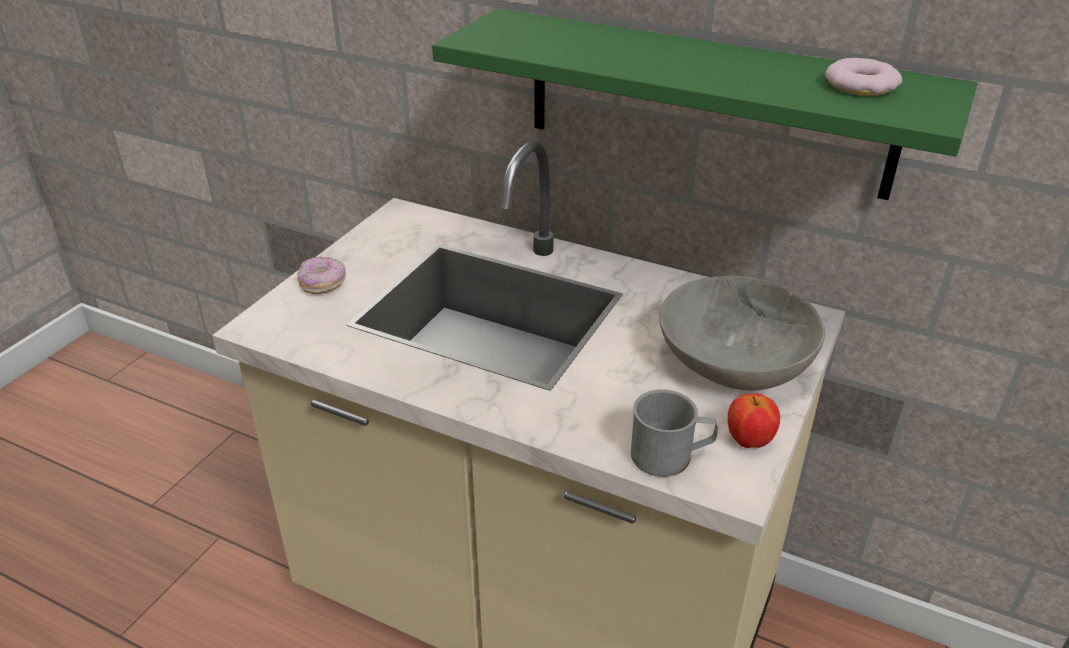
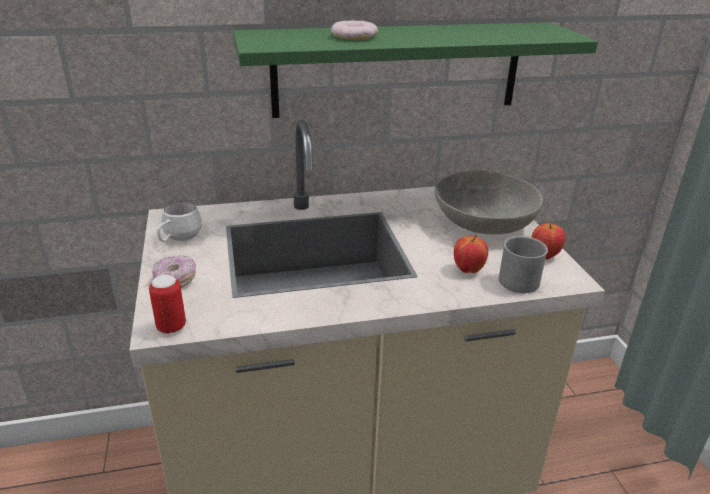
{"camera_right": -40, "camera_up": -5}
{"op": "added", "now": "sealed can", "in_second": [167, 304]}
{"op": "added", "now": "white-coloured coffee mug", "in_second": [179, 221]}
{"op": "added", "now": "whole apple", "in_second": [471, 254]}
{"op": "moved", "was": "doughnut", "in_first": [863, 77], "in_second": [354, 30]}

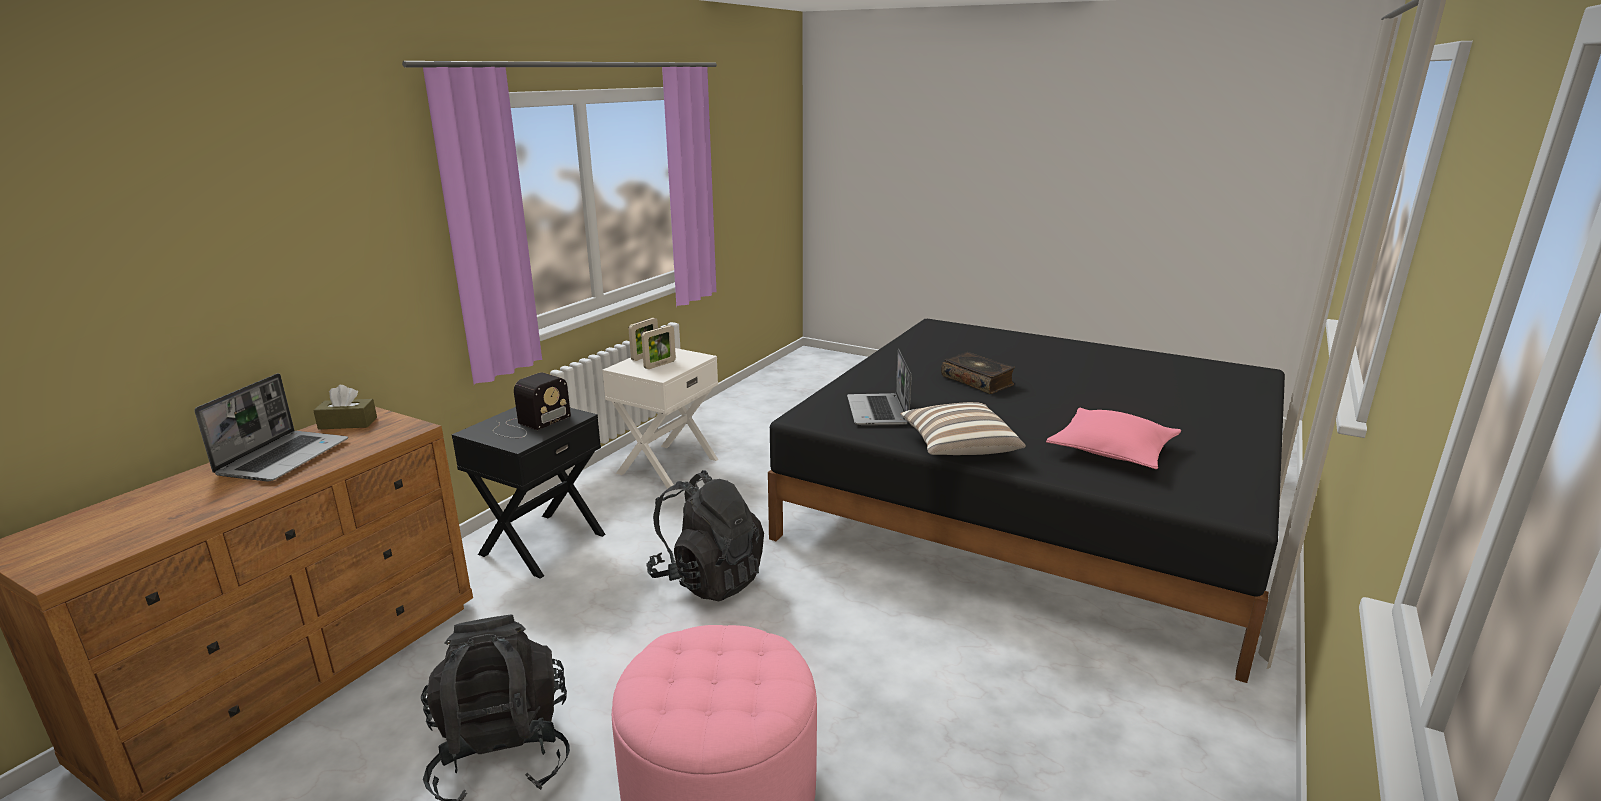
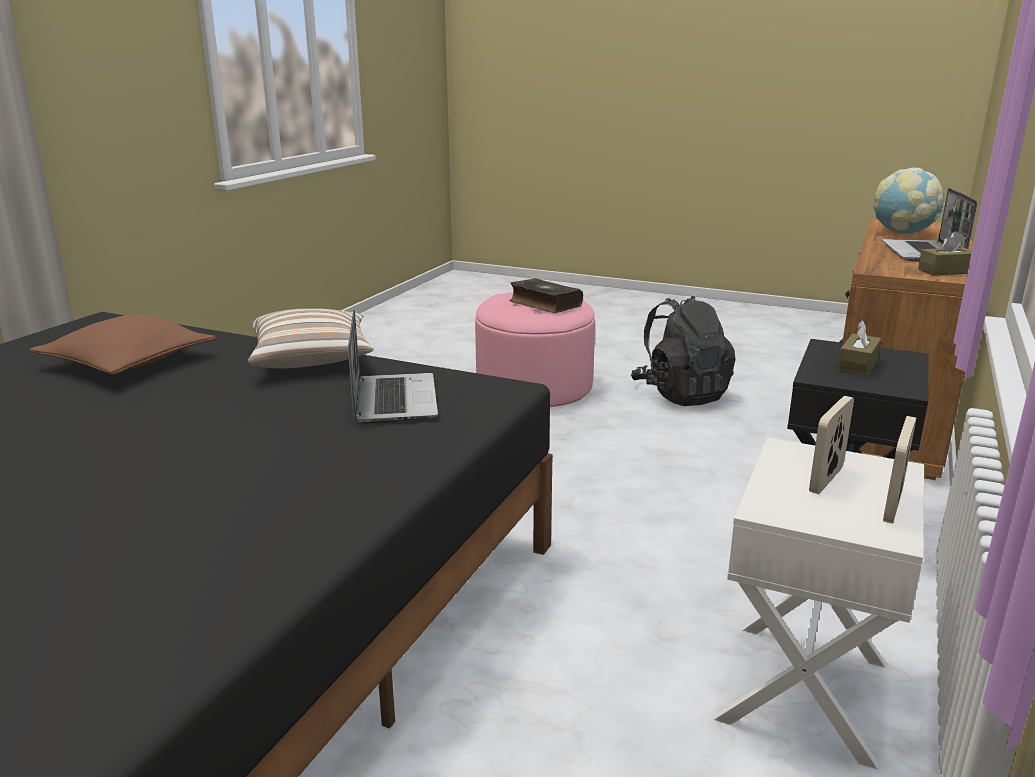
{"camera_right": 175, "camera_up": 0}
{"op": "removed", "was": "black knapsack", "in_first": [705, 535]}
{"op": "added", "now": "world globe", "in_second": [909, 201]}
{"op": "moved", "was": "bound book", "in_first": [978, 373], "in_second": [546, 295]}
{"op": "replaced", "was": "radio", "now": "brown-coloured tissue box", "in_first": [532, 405], "in_second": [859, 348]}
{"op": "recoloured", "was": "pink throw pillow", "now": "brown-coloured throw pillow", "in_first": [1113, 438], "in_second": [123, 344]}

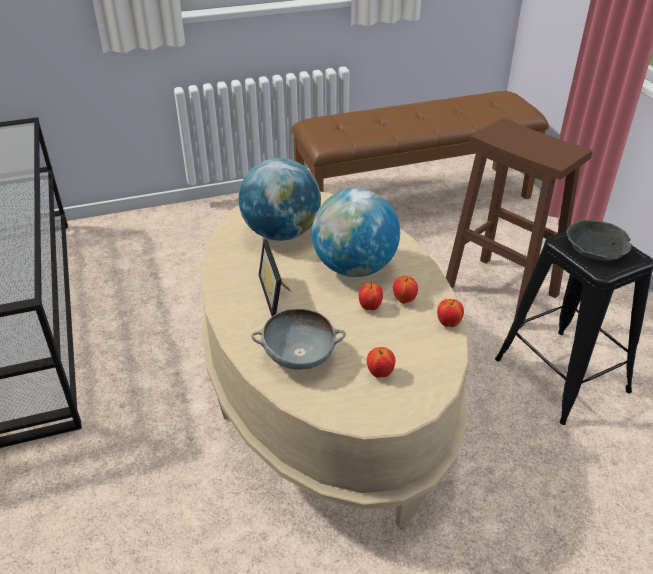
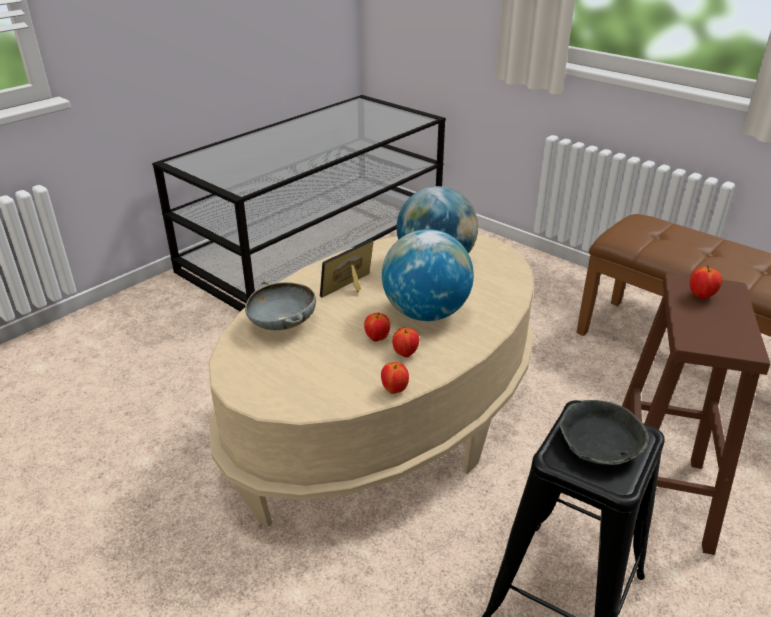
{"camera_right": 60, "camera_up": -5}
{"op": "moved", "was": "whole apple", "in_first": [381, 362], "in_second": [706, 282]}

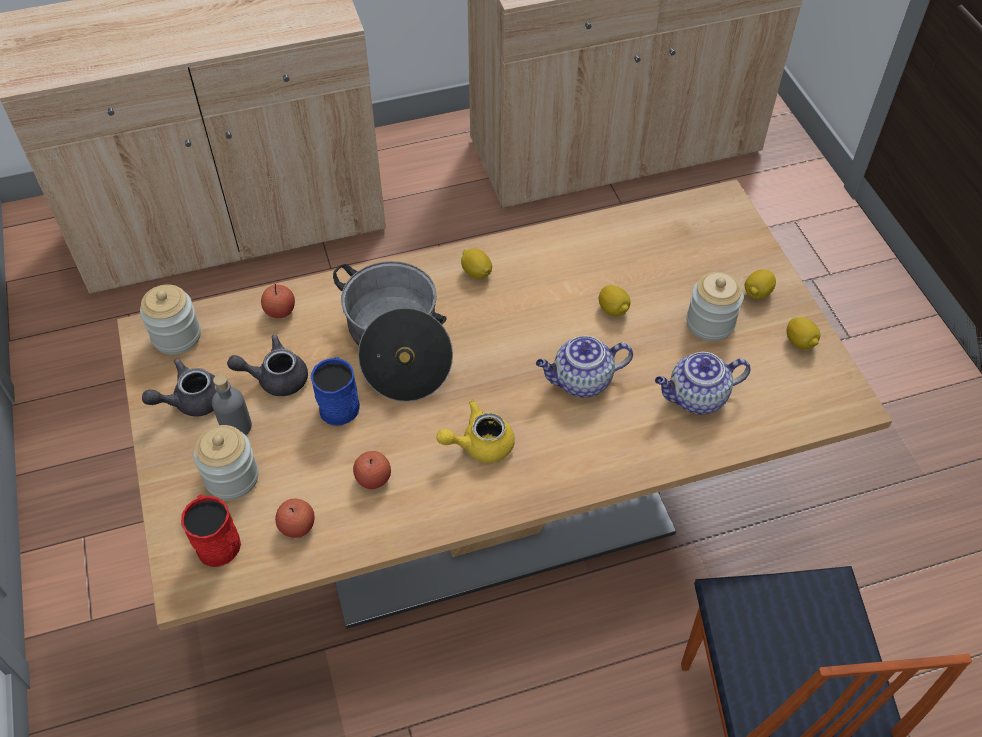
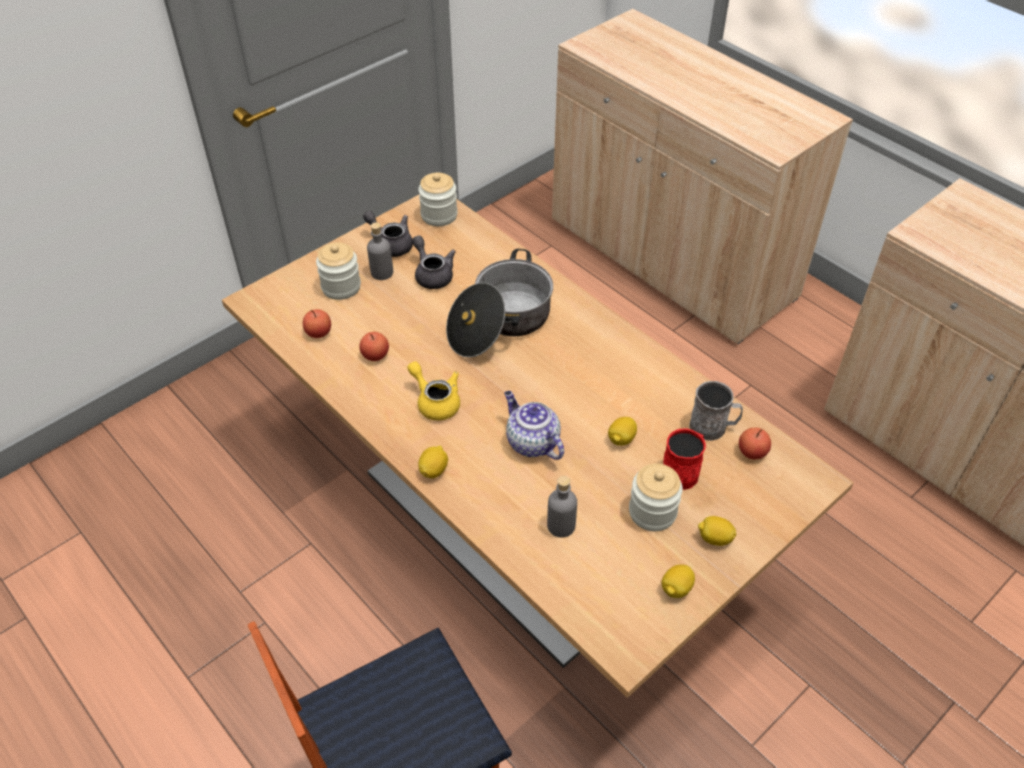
{"camera_right": 65, "camera_up": -5}
{"op": "removed", "was": "bluish coffee mug", "in_first": [335, 391]}
{"op": "added", "now": "greyish coffee mug", "in_second": [716, 411]}
{"op": "moved", "was": "reddish coffee mug", "in_first": [211, 530], "in_second": [684, 459]}
{"op": "moved", "was": "whole apple", "in_first": [278, 301], "in_second": [755, 443]}
{"op": "moved", "was": "whole lemon", "in_first": [476, 263], "in_second": [433, 462]}
{"op": "replaced", "was": "tea pot", "now": "greyish beverage bottle", "in_first": [703, 383], "in_second": [562, 507]}

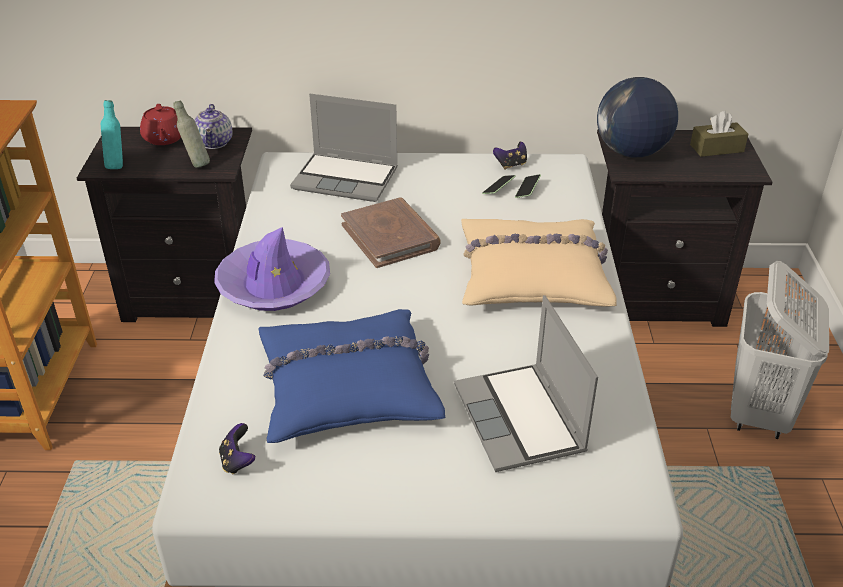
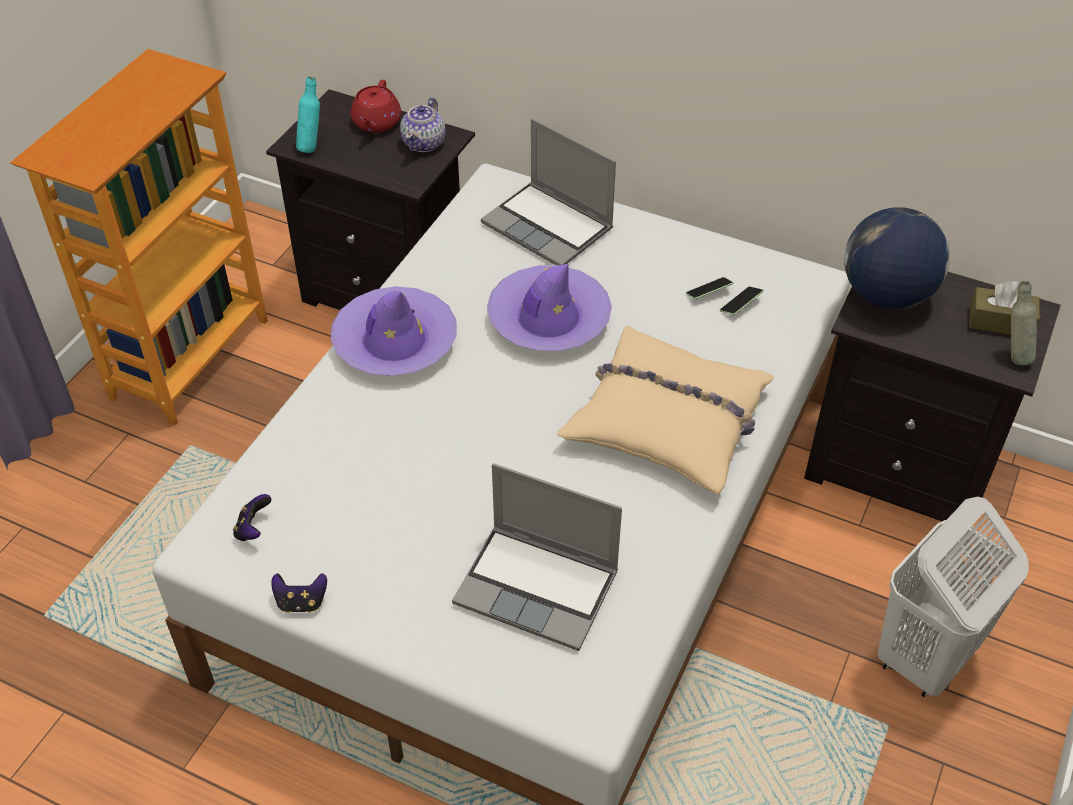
{"camera_right": 25, "camera_up": 10}
{"op": "removed", "was": "bluish throw pillow", "in_first": [352, 376]}
{"op": "moved", "was": "greyish beverage bottle", "in_first": [191, 134], "in_second": [1024, 323]}
{"op": "moved", "was": "gamepad", "in_first": [510, 156], "in_second": [299, 593]}
{"op": "replaced", "was": "brown-coloured bound book", "now": "purple wearable hat", "in_first": [391, 232], "in_second": [549, 307]}
{"op": "turned", "was": "portable computer", "in_first": [526, 383], "in_second": [537, 557], "clockwise": -75}

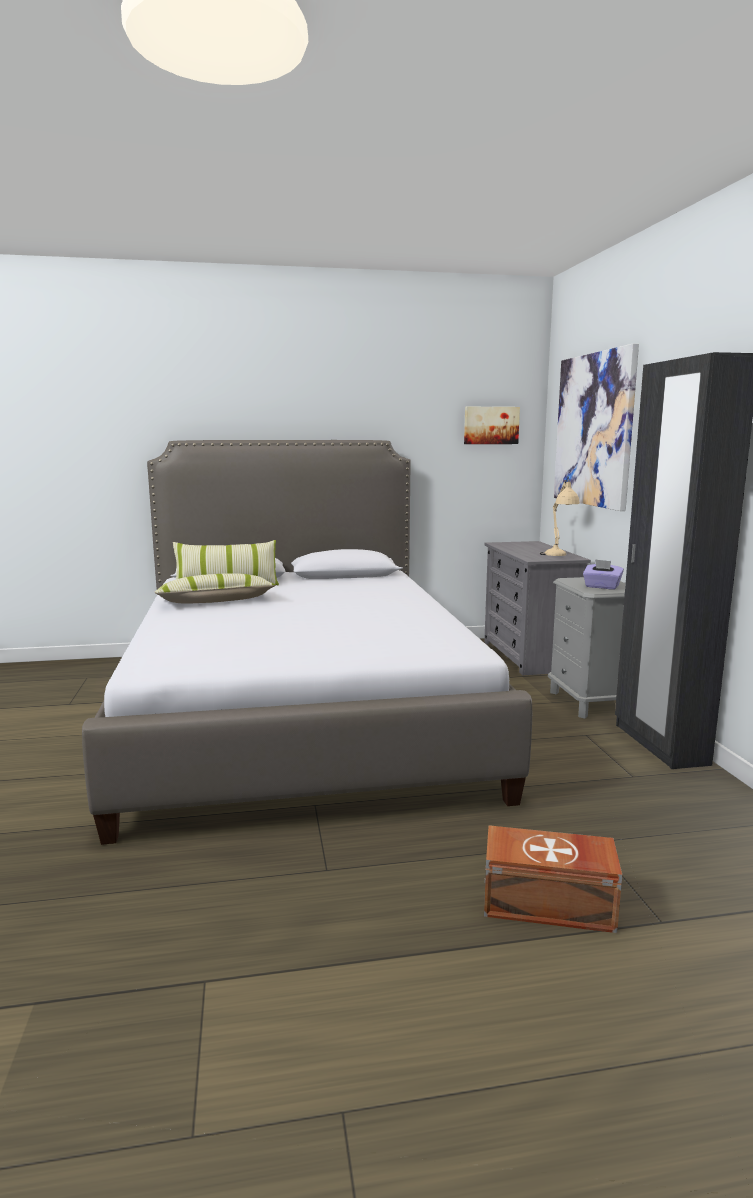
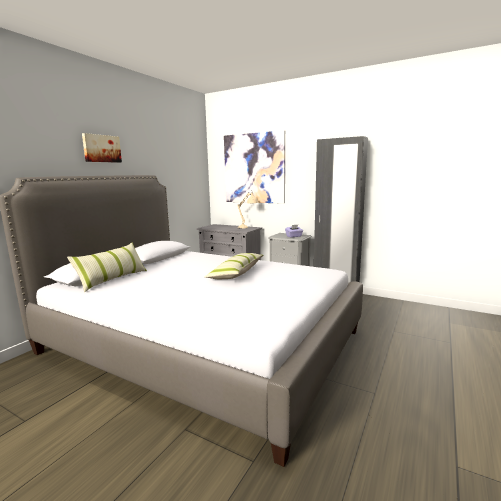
{"camera_right": -50, "camera_up": 0}
{"op": "removed", "was": "brown-coloured storage bin", "in_first": [553, 879]}
{"op": "moved", "was": "throw pillow", "in_first": [215, 588], "in_second": [234, 266]}
{"op": "moved", "was": "wall picture", "in_first": [492, 425], "in_second": [102, 148]}

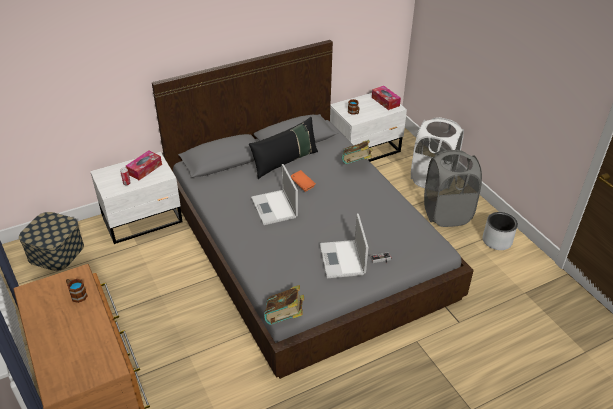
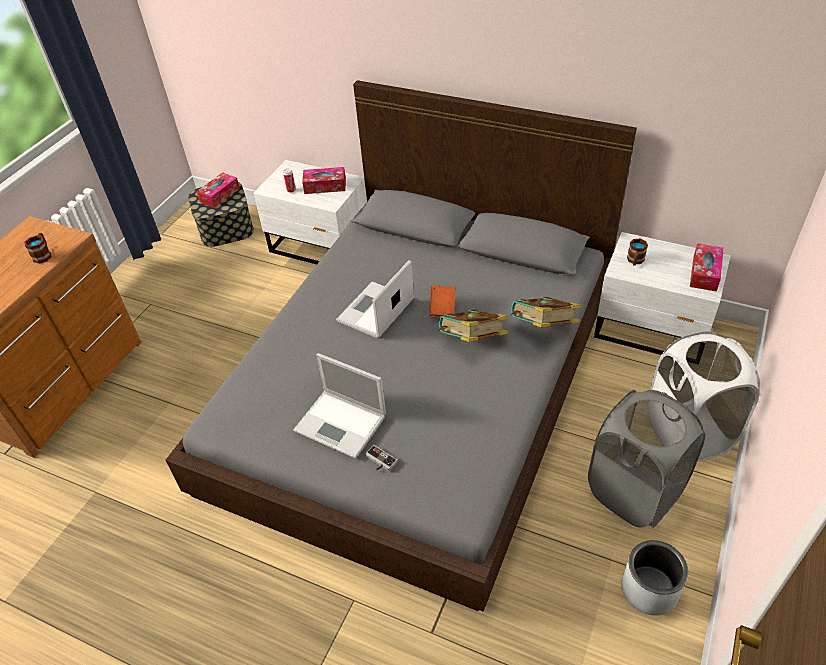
{"camera_right": 55, "camera_up": 5}
{"op": "removed", "was": "black throw pillow", "in_first": [283, 148]}
{"op": "added", "now": "tissue box", "in_second": [218, 190]}
{"op": "moved", "was": "bound book", "in_first": [284, 305], "in_second": [474, 325]}
{"op": "turned", "was": "portable computer", "in_first": [344, 246], "in_second": [339, 406], "clockwise": -105}

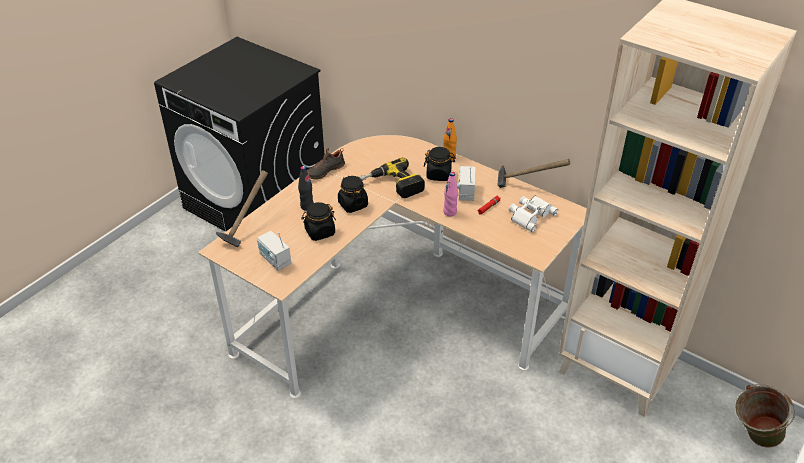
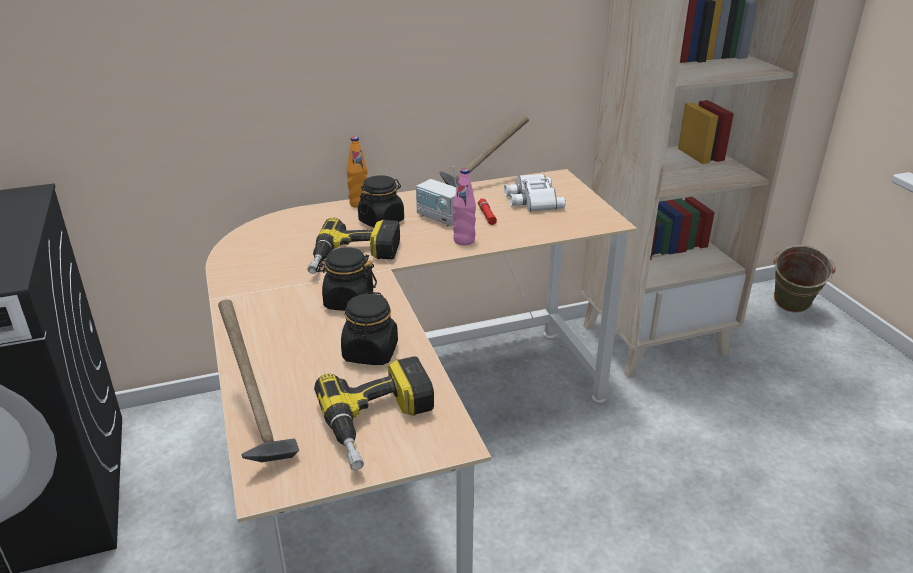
{"camera_right": -55, "camera_up": -10}
{"op": "removed", "was": "black beverage bottle", "in_first": [306, 188]}
{"op": "removed", "was": "black low shoe", "in_first": [326, 164]}
{"op": "replaced", "was": "radio", "now": "electric drill", "in_first": [274, 251], "in_second": [374, 413]}

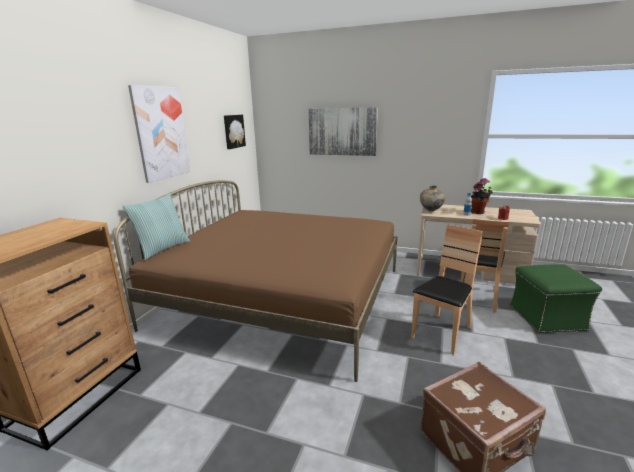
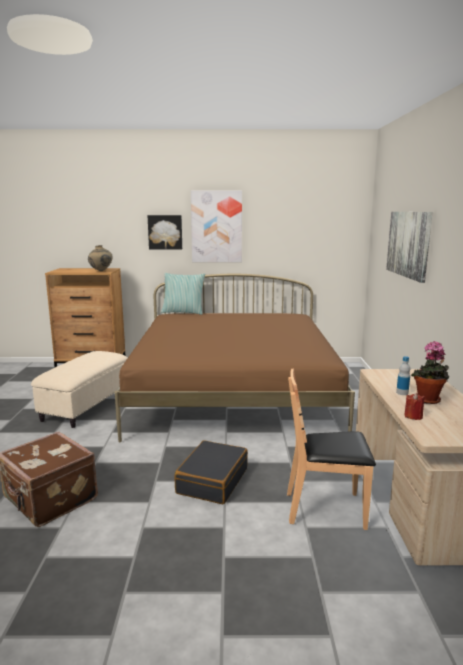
{"camera_right": 70, "camera_up": -5}
{"op": "removed", "was": "green ottoman", "in_first": [556, 298]}
{"op": "added", "now": "beige ottoman", "in_second": [79, 389]}
{"op": "moved", "was": "wall picture", "in_first": [235, 132], "in_second": [165, 232]}
{"op": "moved", "was": "beige vase", "in_first": [432, 198], "in_second": [100, 258]}
{"op": "replaced", "was": "brown-coloured plain chair", "now": "black travel case", "in_first": [446, 290], "in_second": [211, 472]}

